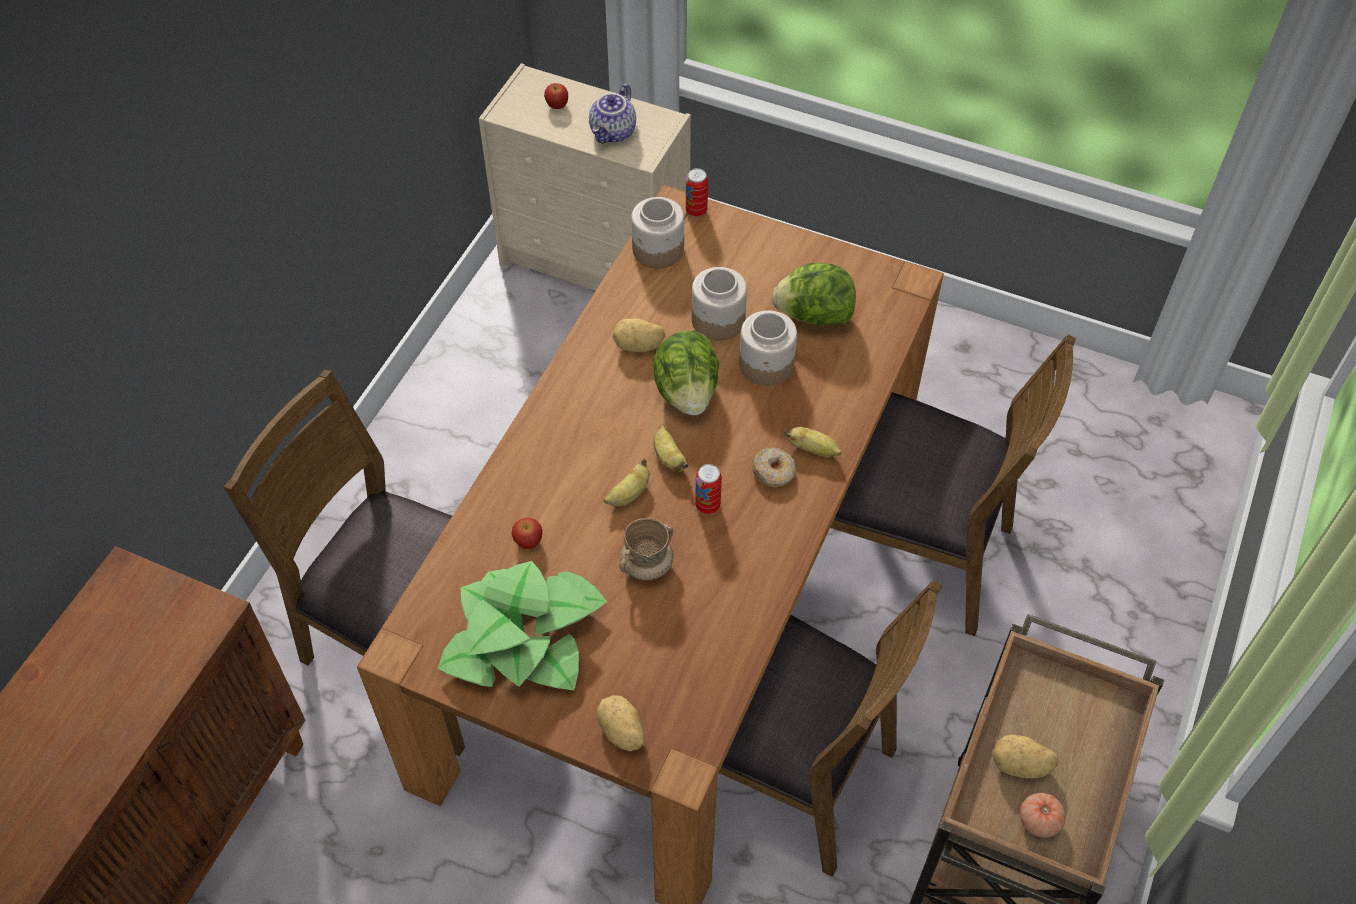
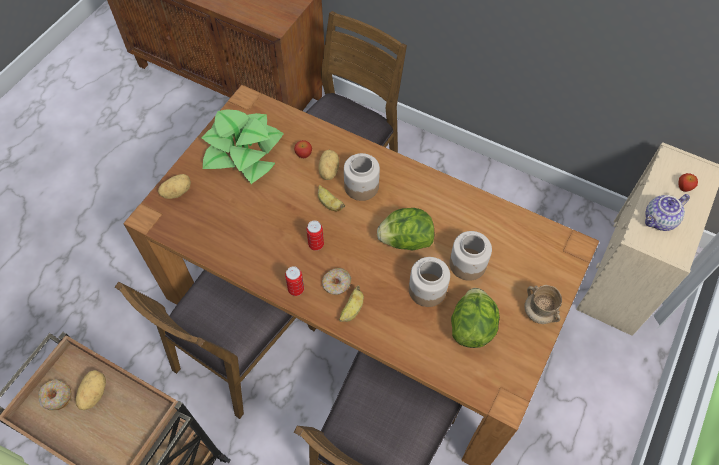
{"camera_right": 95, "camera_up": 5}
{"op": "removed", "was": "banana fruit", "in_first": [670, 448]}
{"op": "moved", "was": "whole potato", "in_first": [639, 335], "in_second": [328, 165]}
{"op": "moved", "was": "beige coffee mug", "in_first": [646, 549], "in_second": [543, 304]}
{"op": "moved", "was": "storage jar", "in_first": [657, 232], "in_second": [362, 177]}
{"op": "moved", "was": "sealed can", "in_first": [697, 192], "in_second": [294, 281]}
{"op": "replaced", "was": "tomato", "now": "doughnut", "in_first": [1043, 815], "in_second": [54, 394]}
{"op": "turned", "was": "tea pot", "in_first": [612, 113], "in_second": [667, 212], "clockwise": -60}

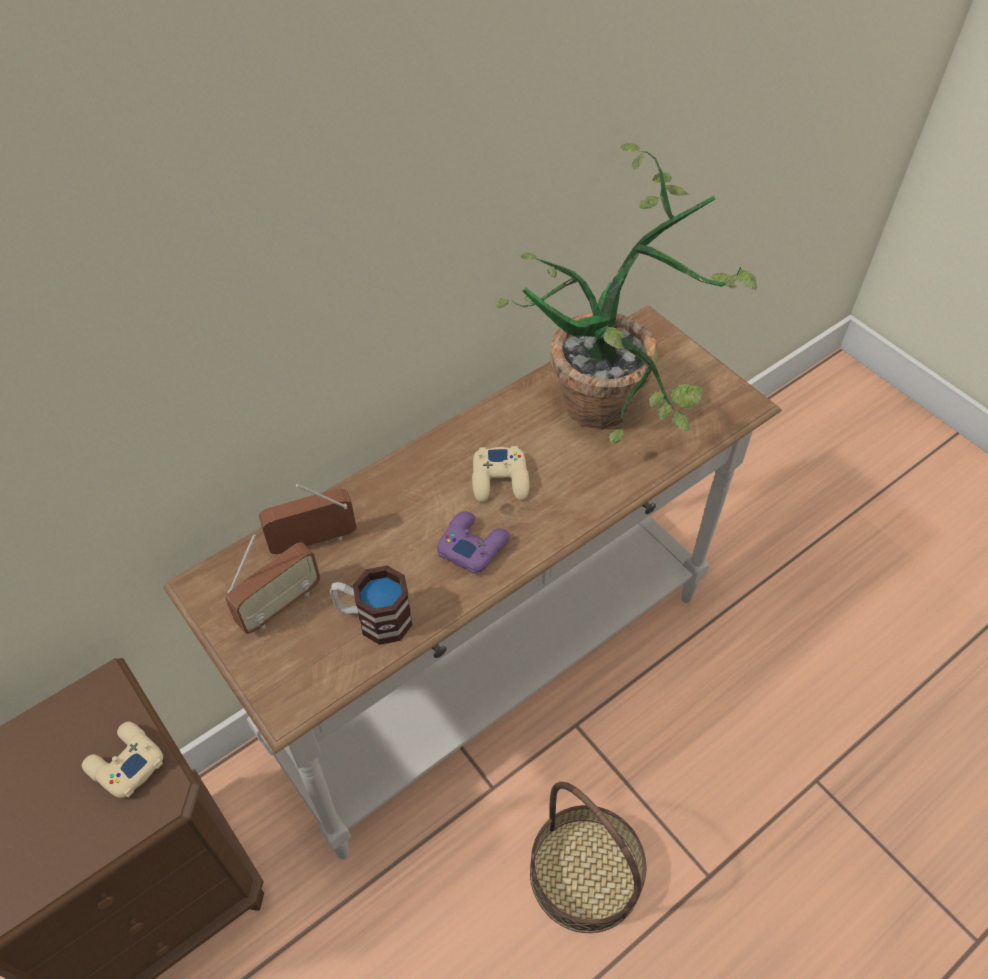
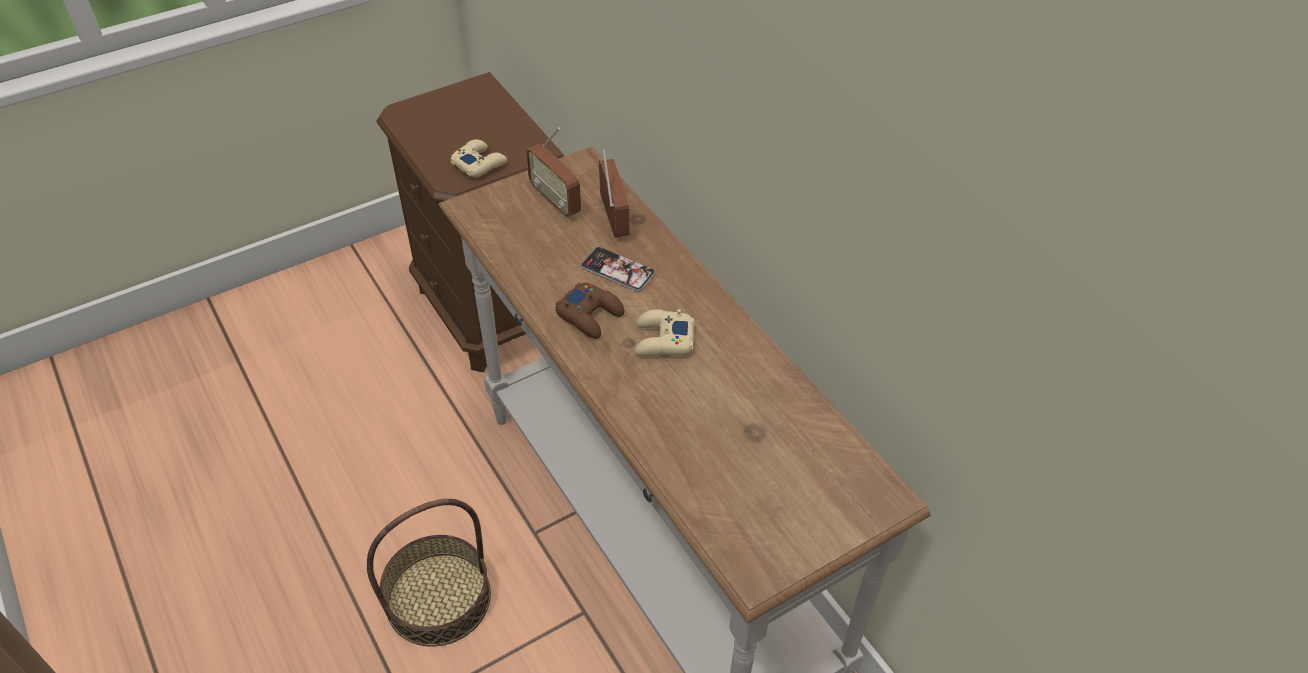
{"camera_right": 95, "camera_up": -5}
{"op": "removed", "was": "coffee mug", "in_first": [371, 605]}
{"op": "removed", "was": "houseplant", "in_first": [626, 293]}
{"op": "added", "now": "handset", "in_second": [618, 269]}
{"op": "recoloured", "was": "purple gamepad", "now": "brown-coloured gamepad", "in_first": [473, 542], "in_second": [589, 311]}

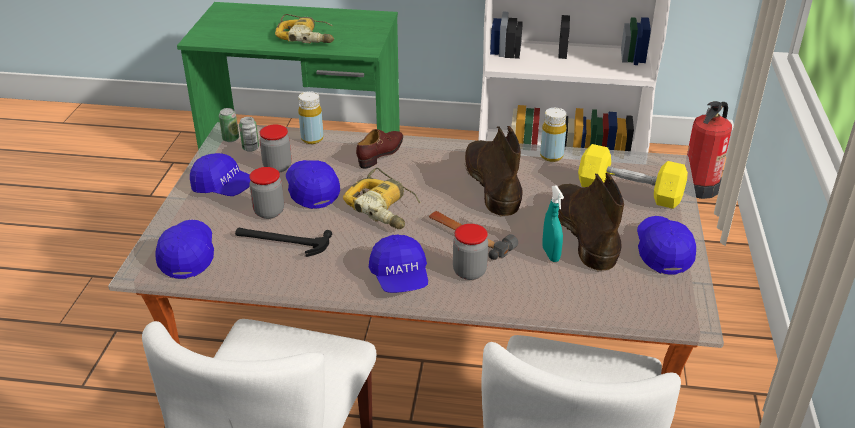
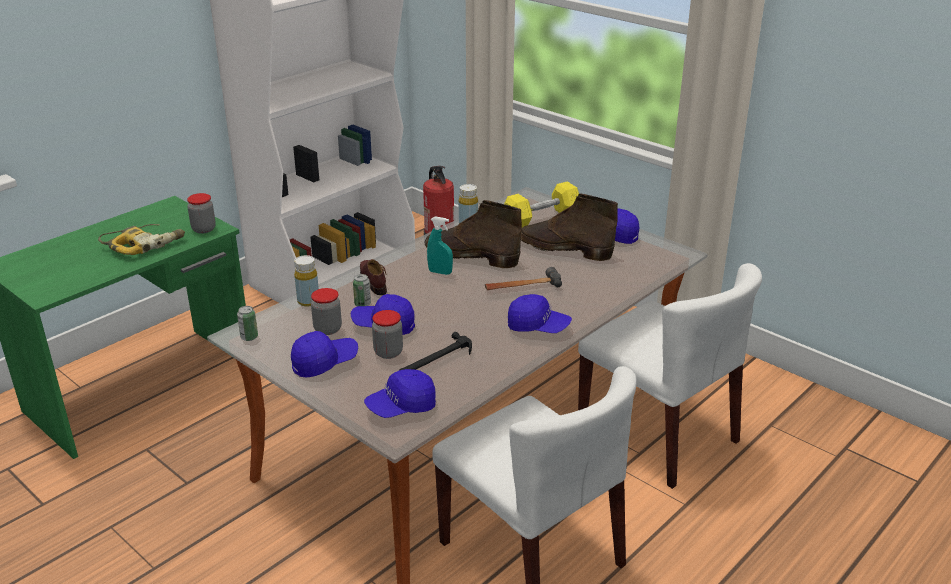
{"camera_right": -55, "camera_up": -5}
{"op": "removed", "was": "electric drill", "in_first": [382, 198]}
{"op": "moved", "was": "sealed can", "in_first": [249, 134], "in_second": [362, 290]}
{"op": "moved", "was": "storage jar", "in_first": [470, 252], "in_second": [201, 213]}
{"op": "moved", "was": "turquoise spray bottle", "in_first": [553, 223], "in_second": [440, 245]}
{"op": "turned", "was": "bluish cap", "in_first": [184, 249], "in_second": [400, 393], "clockwise": -60}

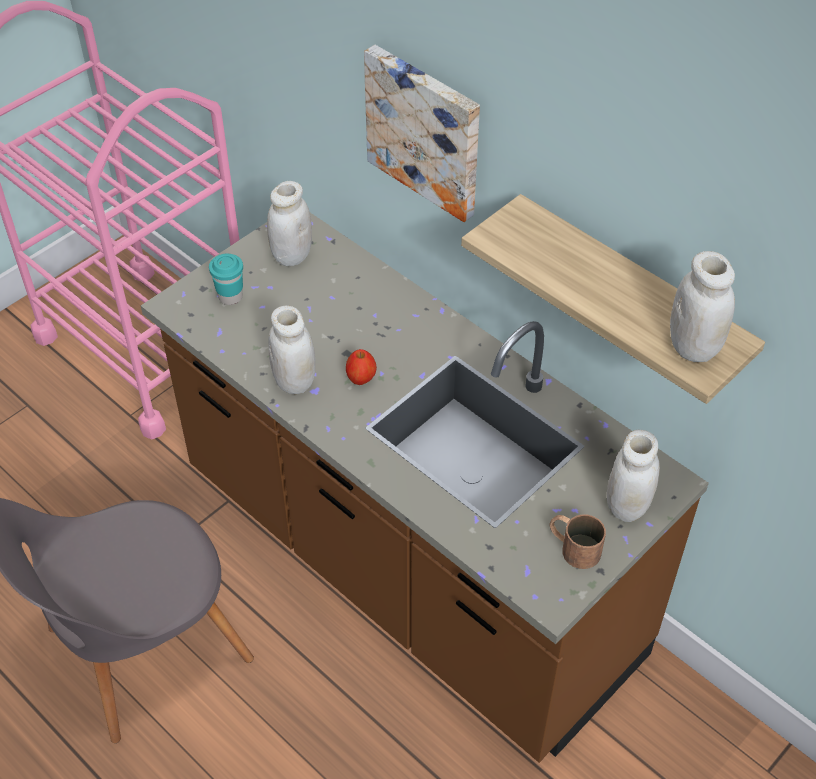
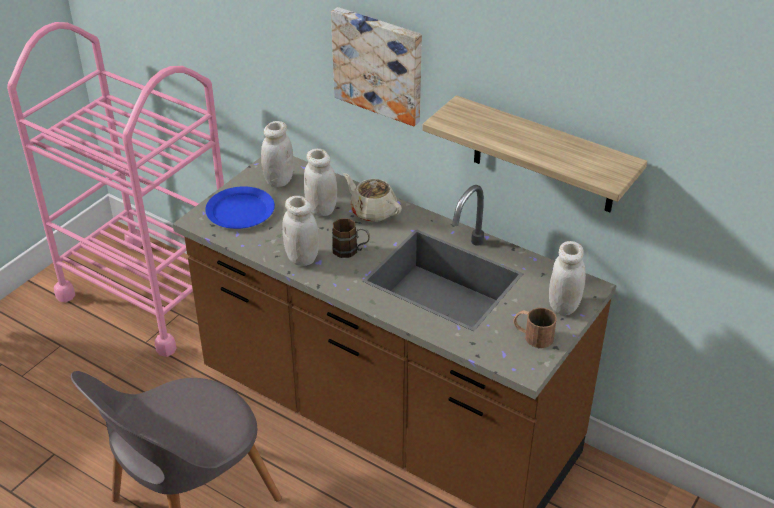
{"camera_right": -10, "camera_up": -10}
{"op": "added", "now": "beige tea pot", "in_second": [372, 197]}
{"op": "moved", "was": "white-coloured storage jar", "in_first": [702, 306], "in_second": [320, 182]}
{"op": "replaced", "was": "turquoise cup", "now": "bluish flat dish", "in_first": [226, 279], "in_second": [240, 207]}
{"op": "replaced", "was": "whole apple", "now": "brown-coloured coffee mug", "in_first": [361, 367], "in_second": [351, 238]}

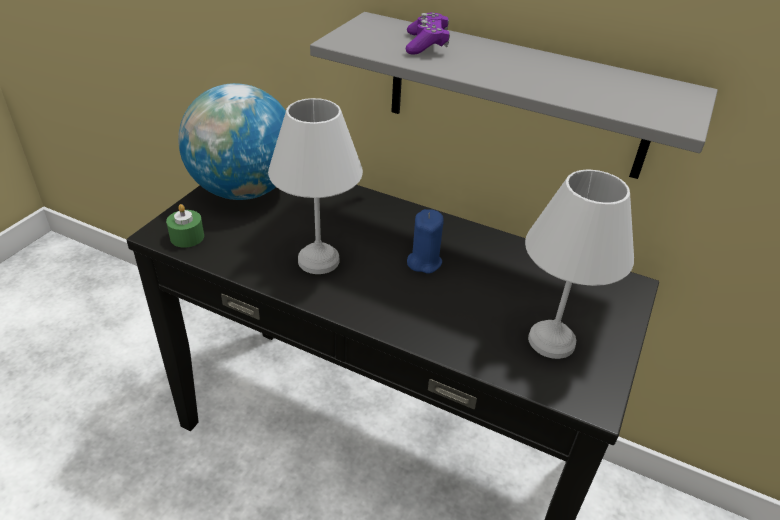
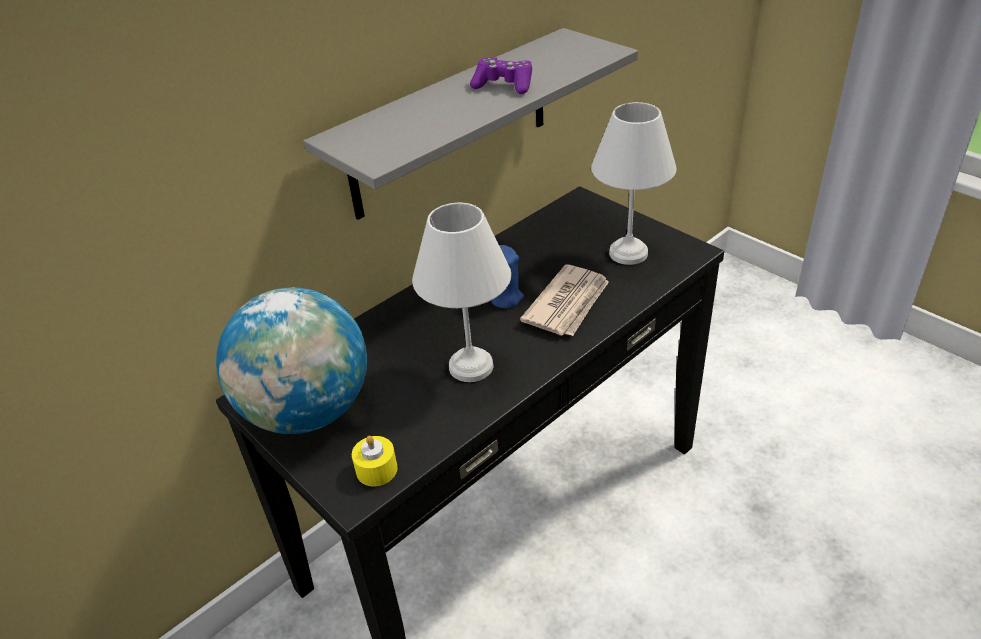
{"camera_right": -65, "camera_up": 0}
{"op": "added", "now": "newspaper", "in_second": [564, 300]}
{"op": "moved", "was": "purple gamepad", "in_first": [428, 34], "in_second": [501, 75]}
{"op": "recoloured", "was": "green wax light", "now": "yellowish wax light", "in_first": [185, 226], "in_second": [375, 461]}

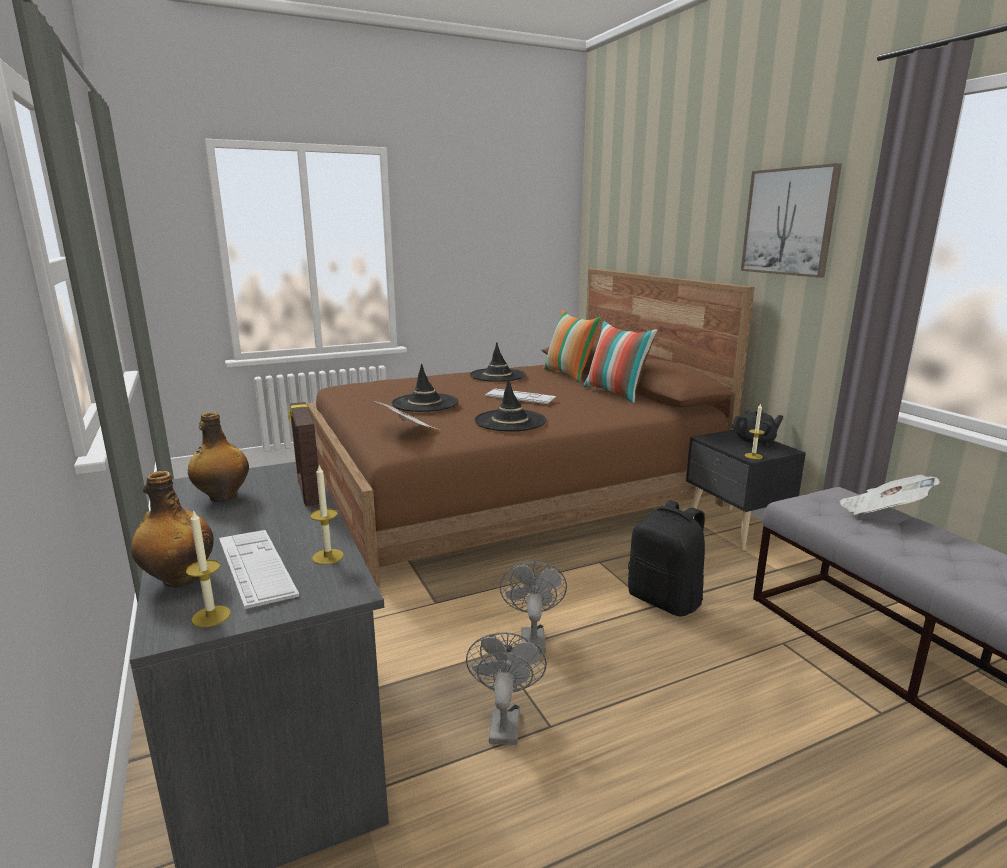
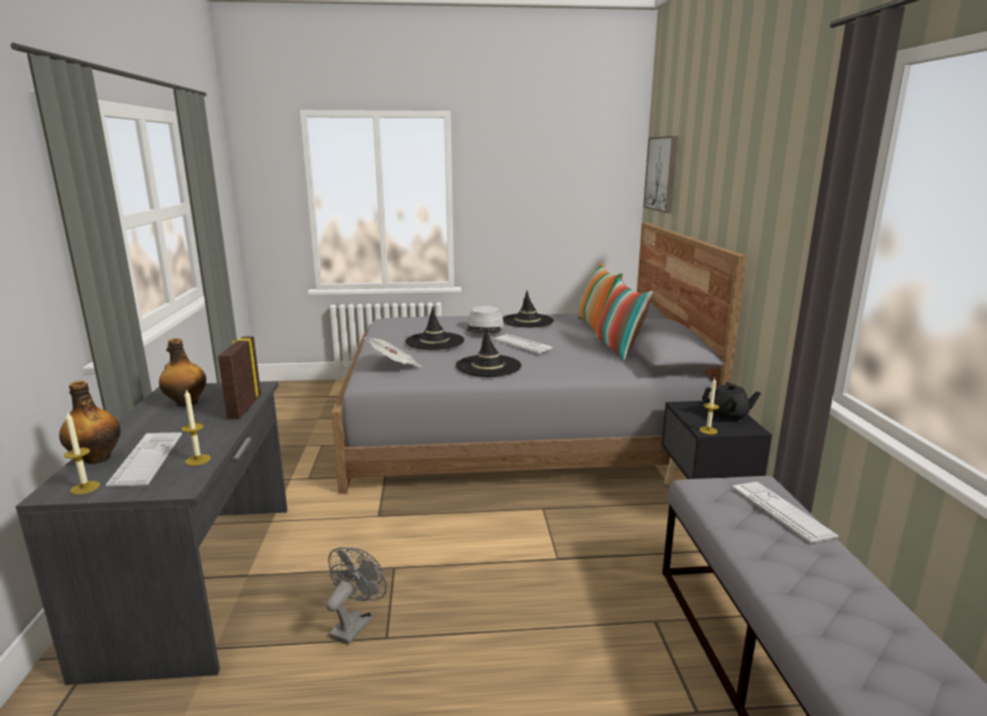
{"camera_right": 20, "camera_up": 0}
{"op": "removed", "was": "greyish electric fan", "in_first": [533, 607]}
{"op": "removed", "was": "black knapsack", "in_first": [666, 558]}
{"op": "added", "now": "greyish wearable hat", "in_second": [485, 319]}
{"op": "moved", "was": "wall picture", "in_first": [791, 220], "in_second": [660, 174]}
{"op": "replaced", "was": "newspaper", "now": "PC keyboard", "in_first": [890, 495], "in_second": [785, 512]}
{"op": "recoloured", "was": "brown-coloured sleeping bed", "now": "greyish sleeping bed", "in_first": [531, 428], "in_second": [539, 358]}

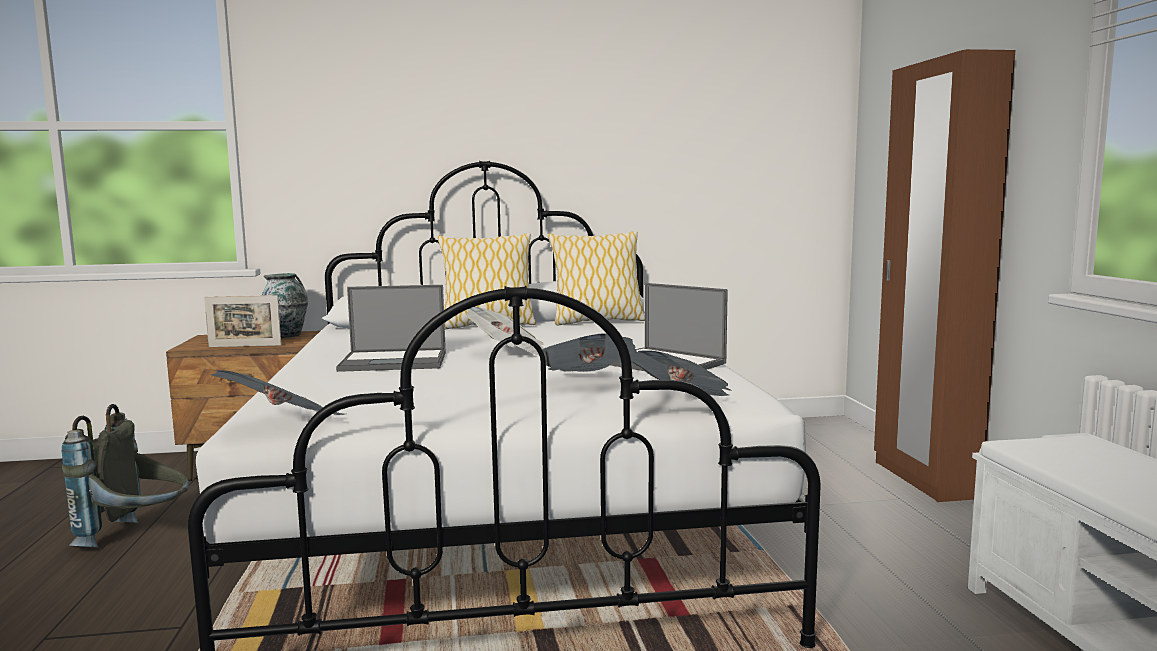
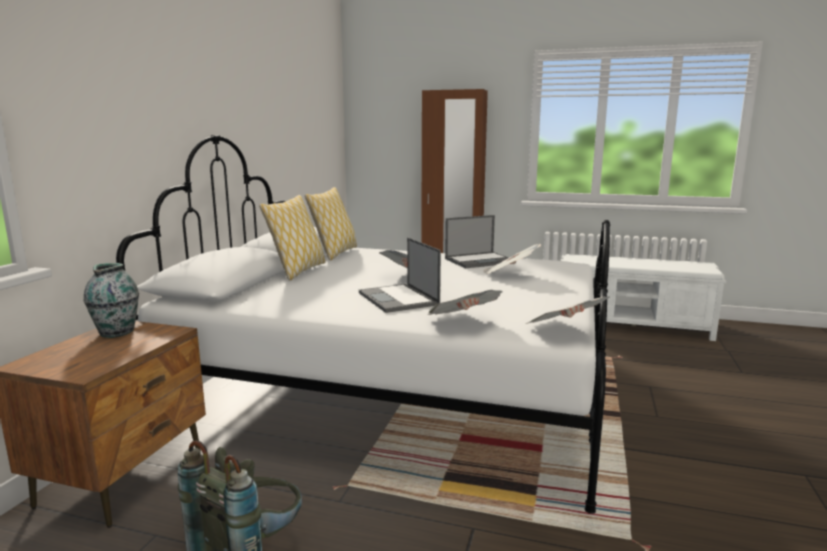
{"camera_right": -65, "camera_up": 5}
{"op": "removed", "was": "standing frame", "in_first": [242, 321]}
{"op": "moved", "was": "newspaper", "in_first": [681, 373], "in_second": [465, 302]}
{"op": "turned", "was": "portable computer", "in_first": [391, 328], "in_second": [400, 275], "clockwise": 135}

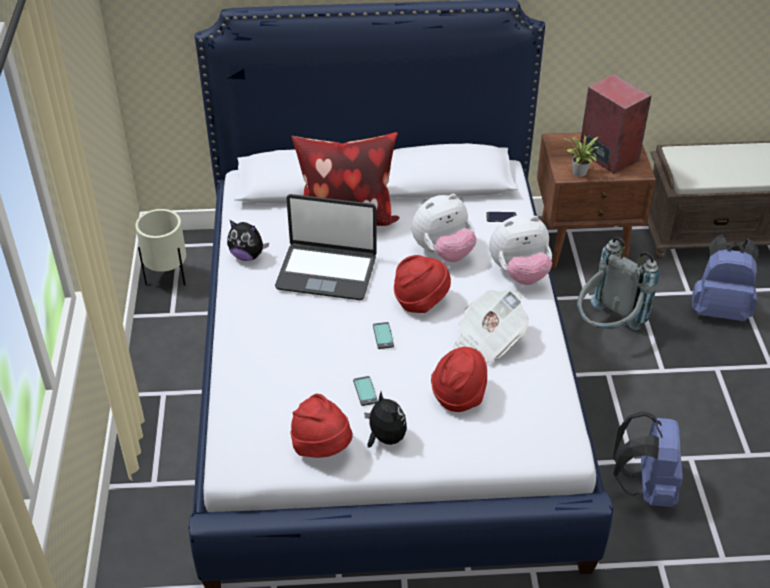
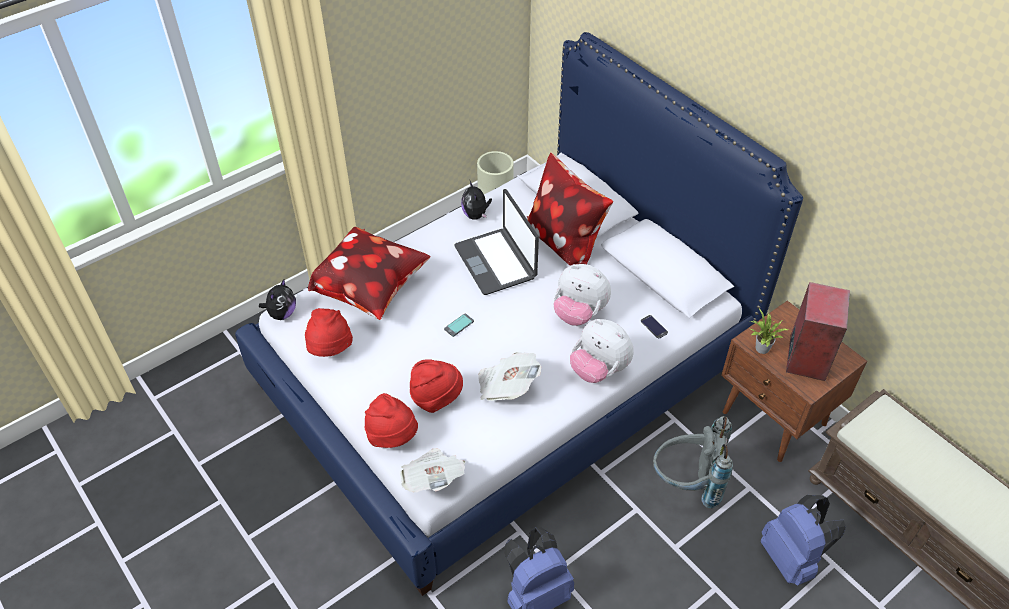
{"camera_right": 55, "camera_up": 5}
{"op": "removed", "was": "handset", "in_first": [365, 391]}
{"op": "added", "now": "throw pillow", "in_second": [369, 273]}
{"op": "added", "now": "newspaper", "in_second": [432, 470]}
{"op": "moved", "was": "plush toy", "in_first": [385, 420], "in_second": [277, 299]}
{"op": "moved", "was": "reddish wearable hat", "in_first": [422, 284], "in_second": [391, 420]}

